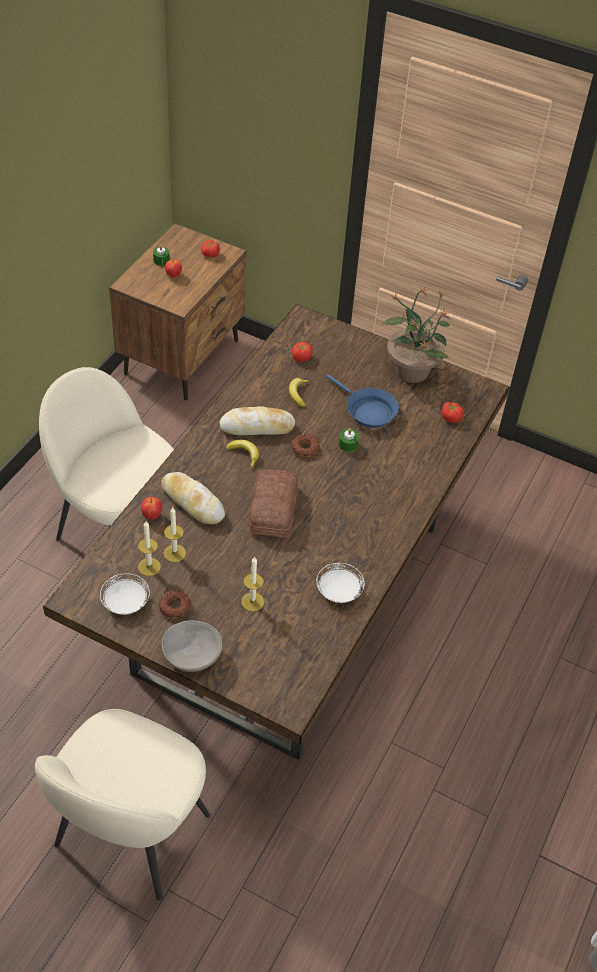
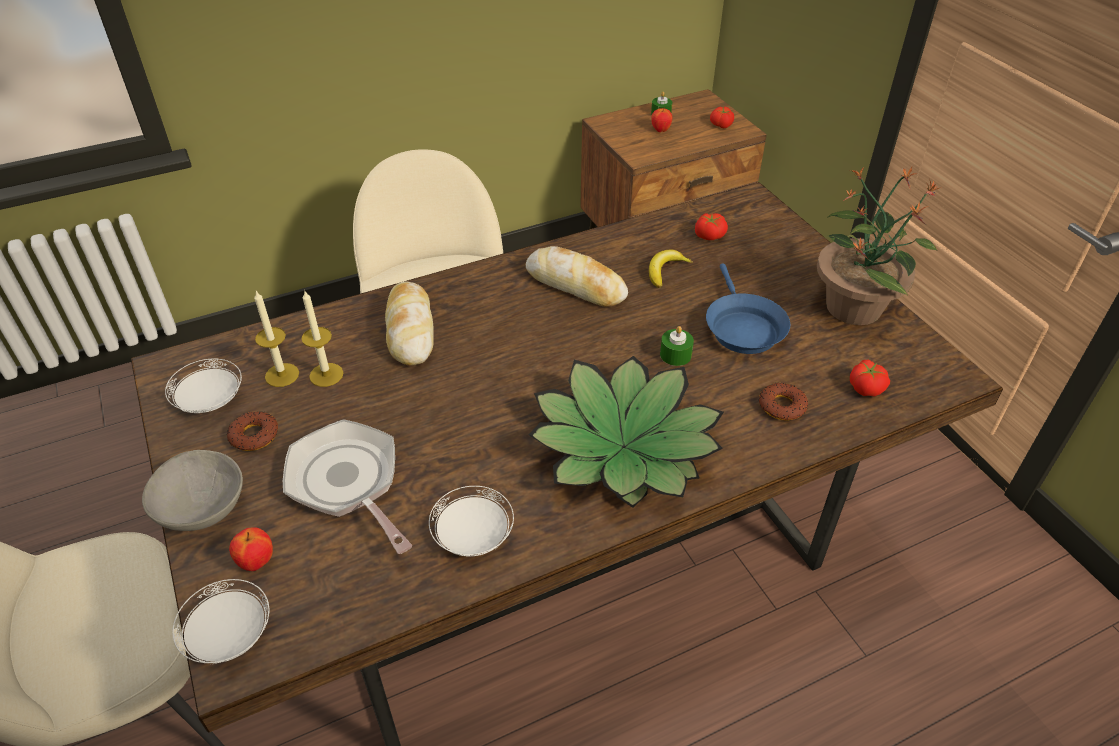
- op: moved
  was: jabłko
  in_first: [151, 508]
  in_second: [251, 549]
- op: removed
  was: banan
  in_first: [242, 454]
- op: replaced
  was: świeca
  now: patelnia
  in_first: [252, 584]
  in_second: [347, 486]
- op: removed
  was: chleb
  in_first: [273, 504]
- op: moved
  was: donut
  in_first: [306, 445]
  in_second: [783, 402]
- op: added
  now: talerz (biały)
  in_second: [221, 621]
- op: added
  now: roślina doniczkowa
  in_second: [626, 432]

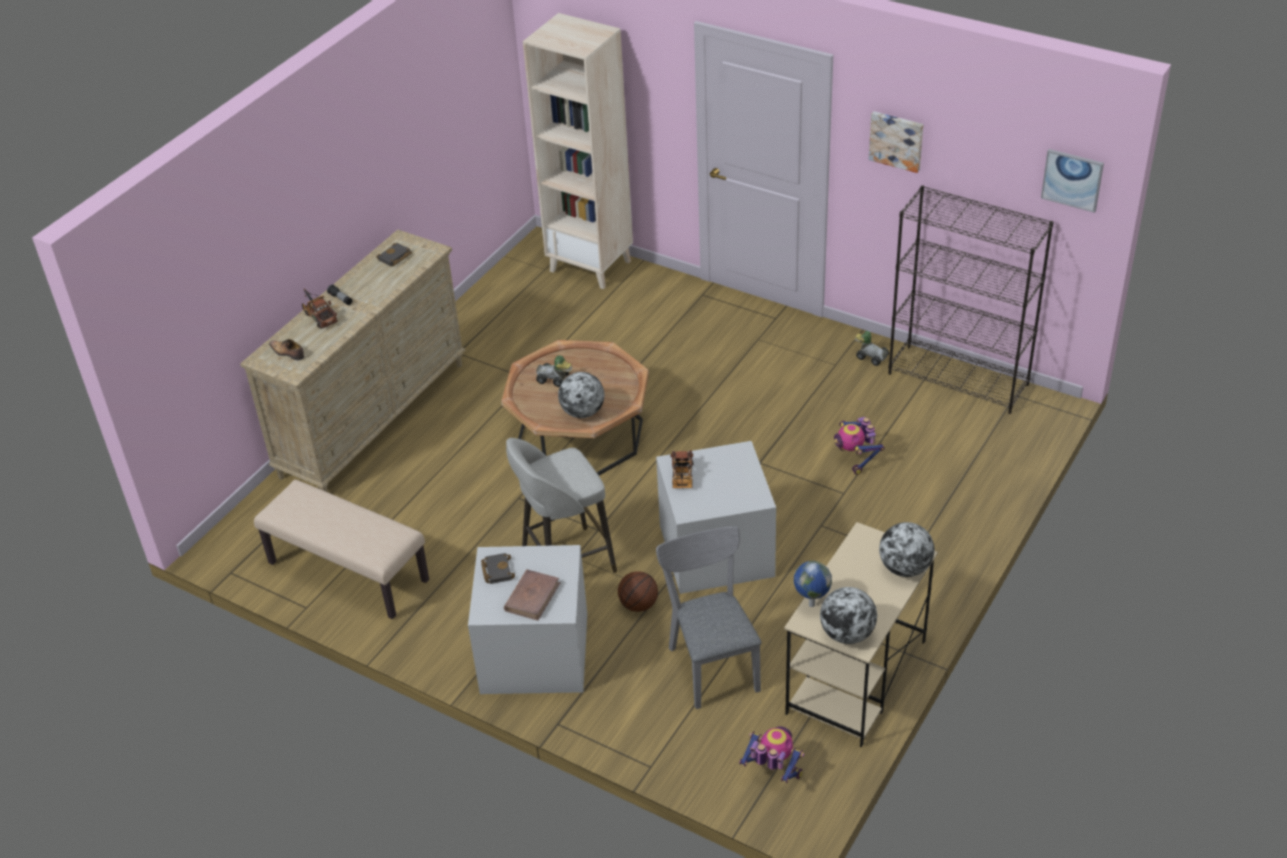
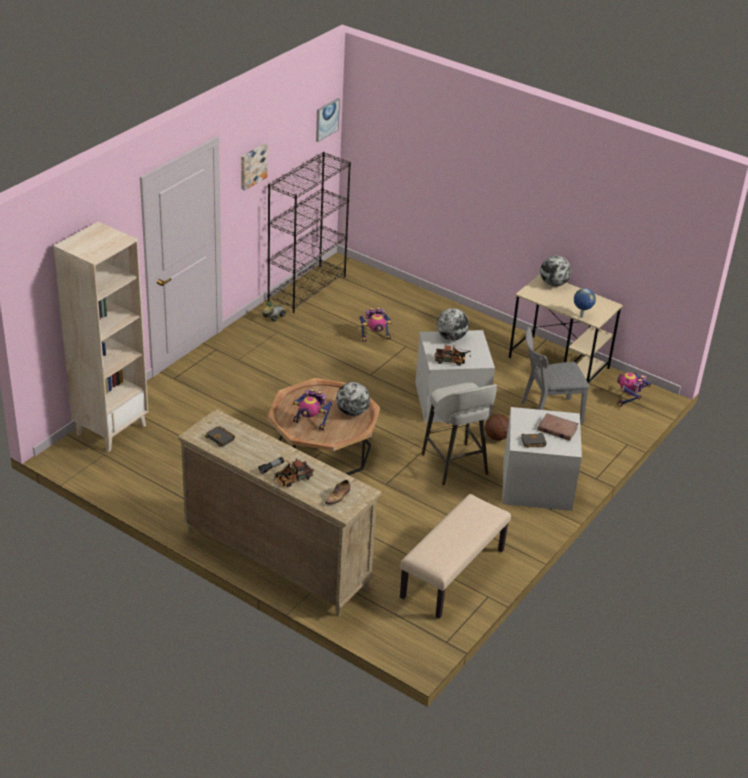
- op: replaced
  was: samochodzik
  now: robot zabawkowy
  in_first: [554, 371]
  in_second: [313, 410]
- op: moved
  was: globus
  in_first: [848, 615]
  in_second: [453, 324]

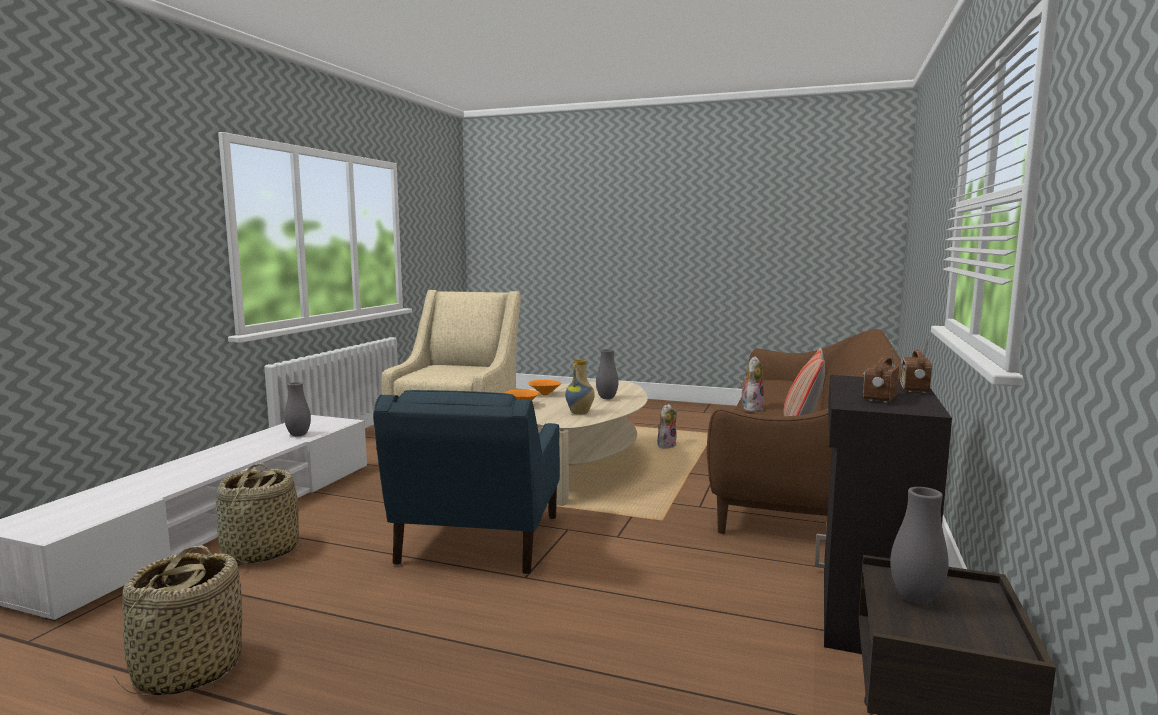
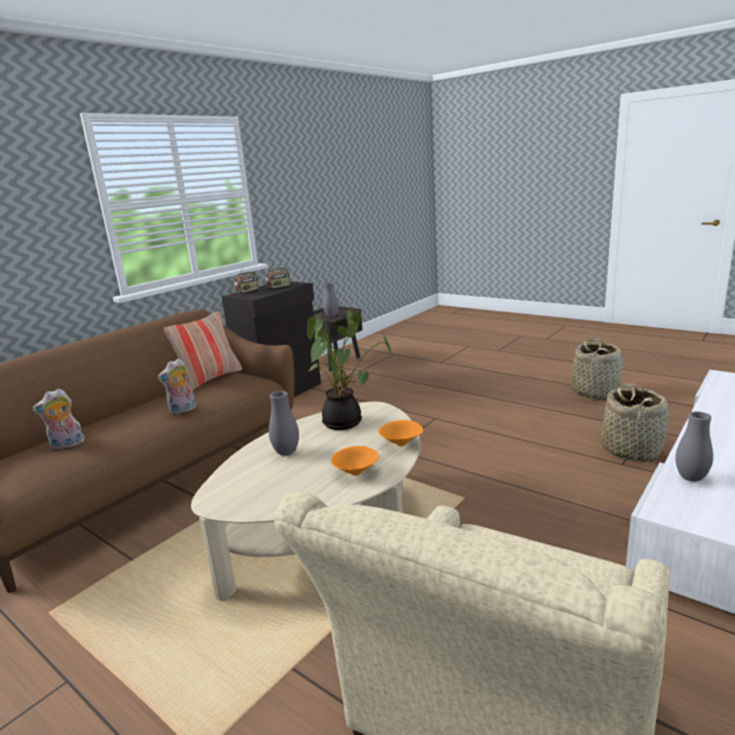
- op: removed
  was: fotel (niebieski)
  in_first: [466, 482]
- op: replaced
  was: wazon
  now: roślina doniczkowa
  in_first: [580, 387]
  in_second: [350, 370]
- op: moved
  was: pluszak
  in_first: [667, 426]
  in_second: [59, 419]

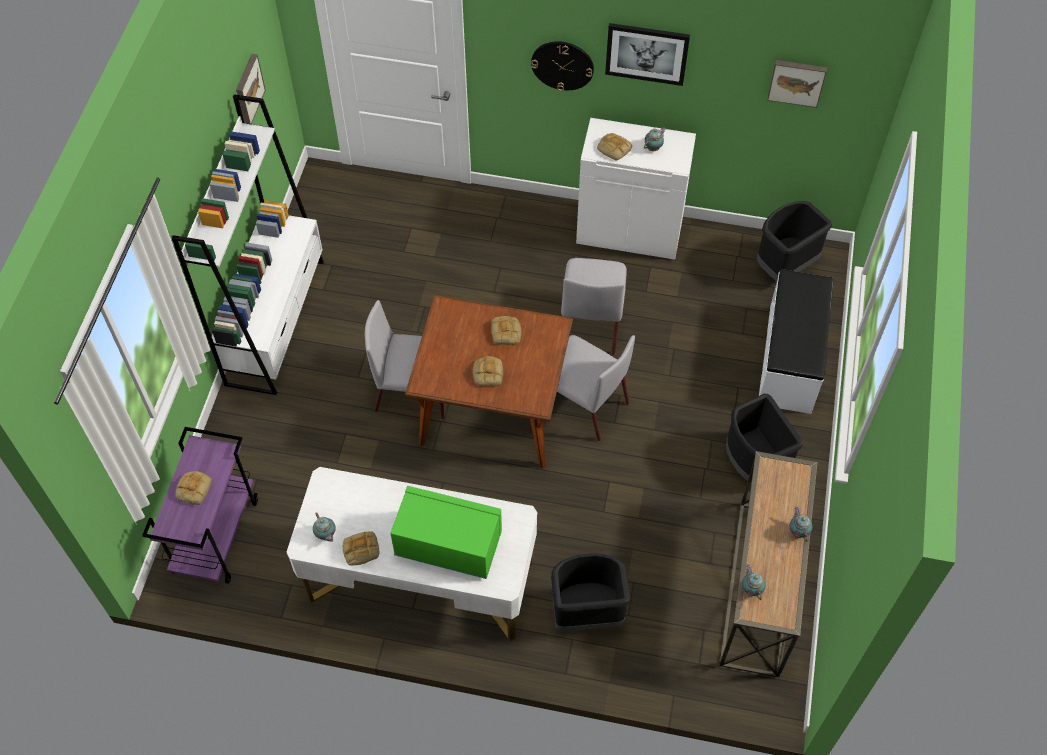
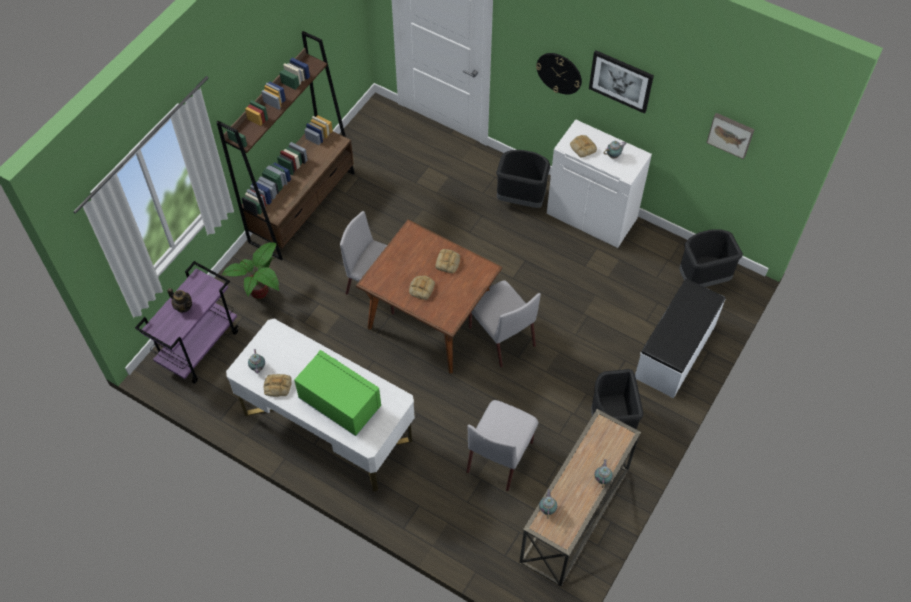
- op: recoloured
  was: regał (biały)
  now: regał (brązowy)
  in_first: [247, 245]
  in_second: [285, 145]
- op: replaced
  was: chleb
  now: imbryk
  in_first: [193, 488]
  in_second: [179, 300]
- op: removed
  was: obraz
  in_first: [251, 89]
- op: moved
  was: kosz na śmieci (czarny)
  in_first: [591, 592]
  in_second: [523, 179]
- op: moved
  was: krzesło (szary)
  in_first: [594, 306]
  in_second: [502, 445]
- op: added
  now: roślina doniczkowa
  in_second: [250, 270]

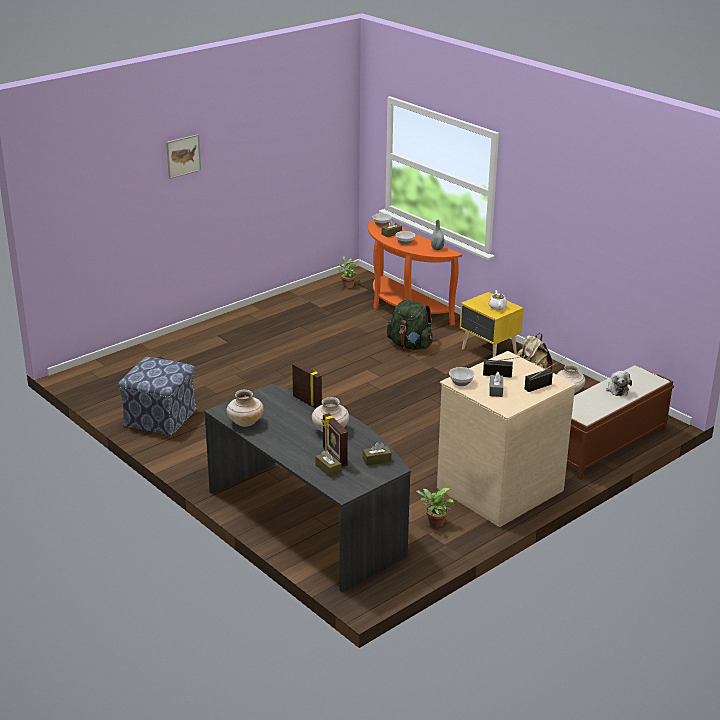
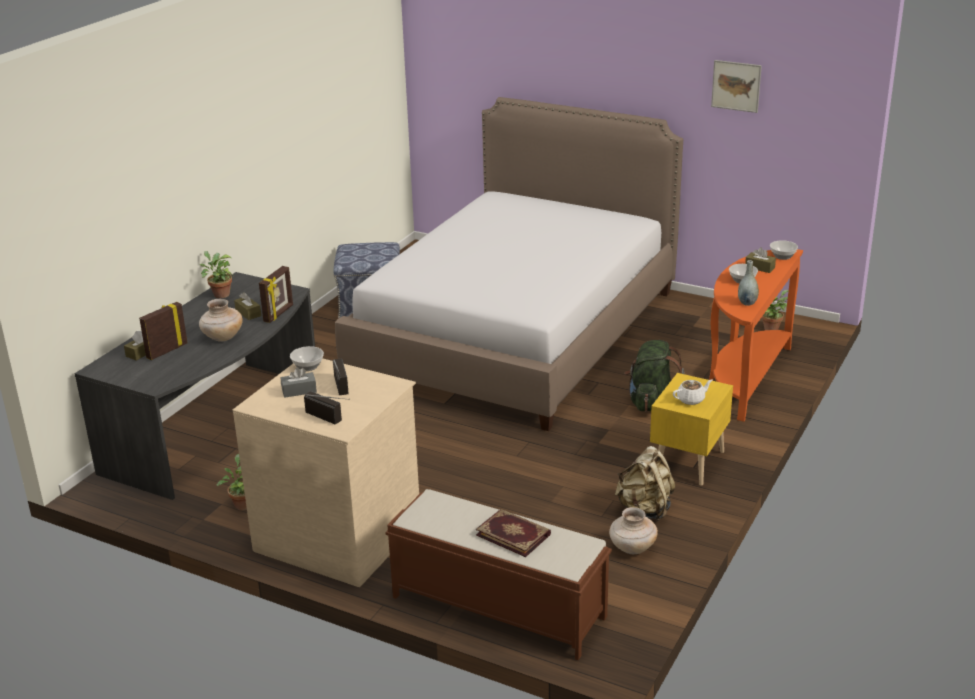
- op: moved
  was: obraz
  in_first: [183, 156]
  in_second: [736, 86]
- op: replaced
  was: wazon (beżowy)
  now: roślina doniczkowa
  in_first: [245, 408]
  in_second: [217, 274]
- op: moved
  was: pudełko chusteczek (brązowy)
  in_first: [377, 454]
  in_second: [247, 306]
- op: replaced
  was: pluszak
  now: książka
  in_first: [619, 383]
  in_second: [513, 533]
- op: added
  now: łóżko
  in_second: [509, 264]

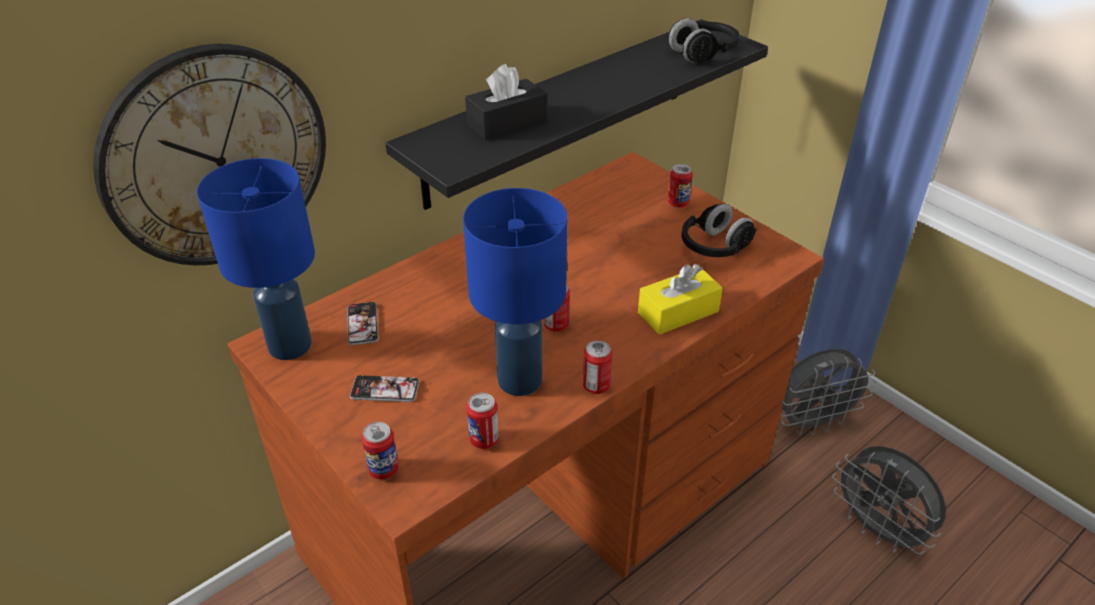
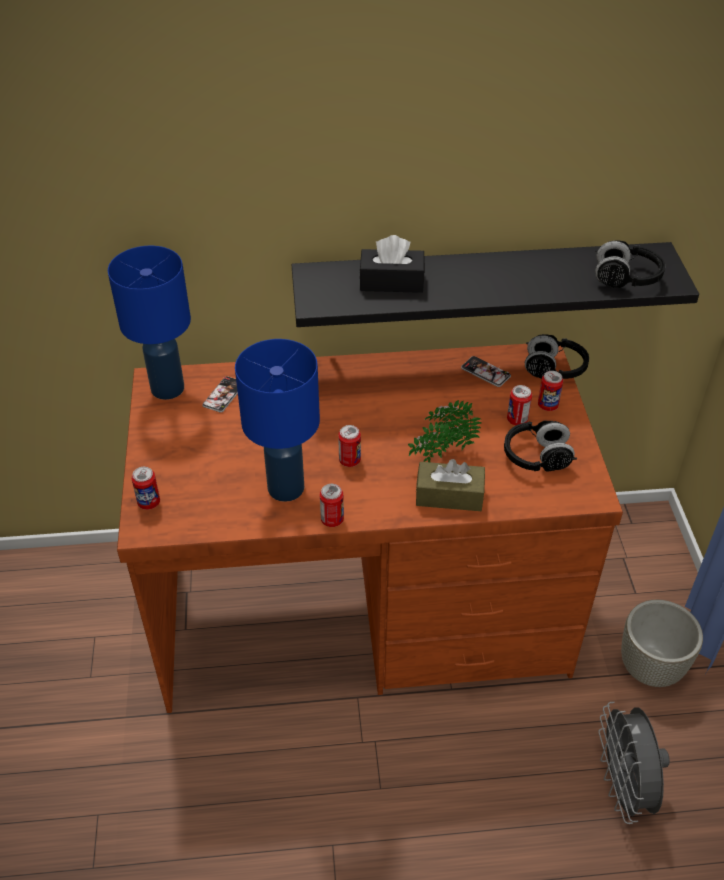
- op: removed
  was: zegar ścienny
  in_first: [209, 154]
- op: moved
  was: telefon
  in_first: [384, 388]
  in_second: [486, 371]
- op: moved
  was: puszka
  in_first: [483, 421]
  in_second: [519, 405]
- op: recoloured
  was: pudełko chusteczek (żółty)
  now: pudełko chusteczek (brązowy)
  in_first: [680, 299]
  in_second: [450, 485]
- op: replaced
  was: wentylator (szary)
  now: donica (szary)
  in_first: [828, 392]
  in_second: [662, 643]
- op: added
  now: roślina doniczkowa
  in_second: [444, 431]
- op: added
  now: słuchawki (czarny)
  in_second: [557, 356]

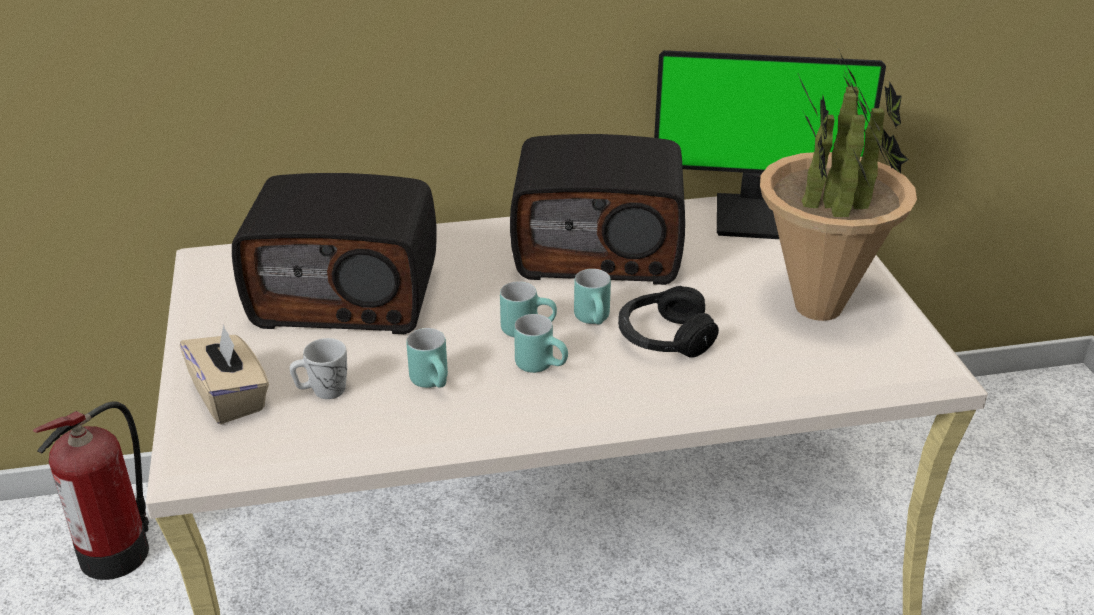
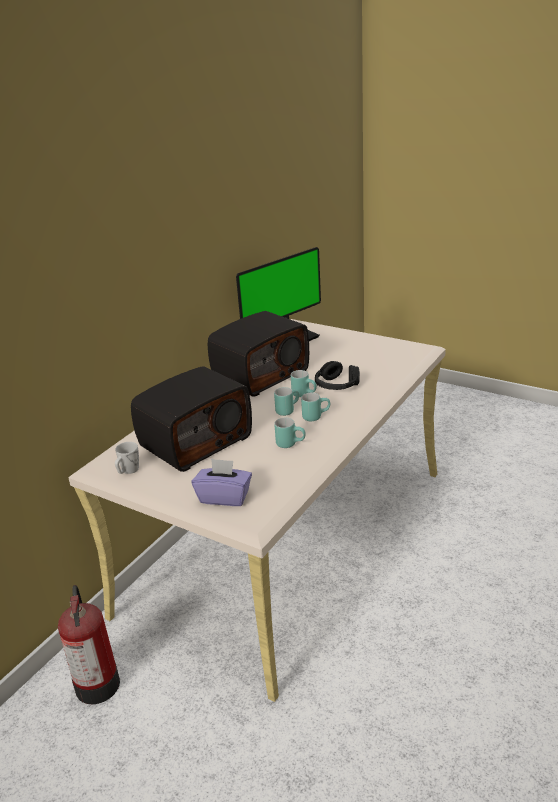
- op: recoloured
  was: pudełko chusteczek (beżowy)
  now: pudełko chusteczek (fioletowy)
  in_first: [224, 374]
  in_second: [222, 482]
- op: moved
  was: kubek (biały)
  in_first: [318, 368]
  in_second: [127, 458]
- op: removed
  was: roślina doniczkowa
  in_first: [838, 182]

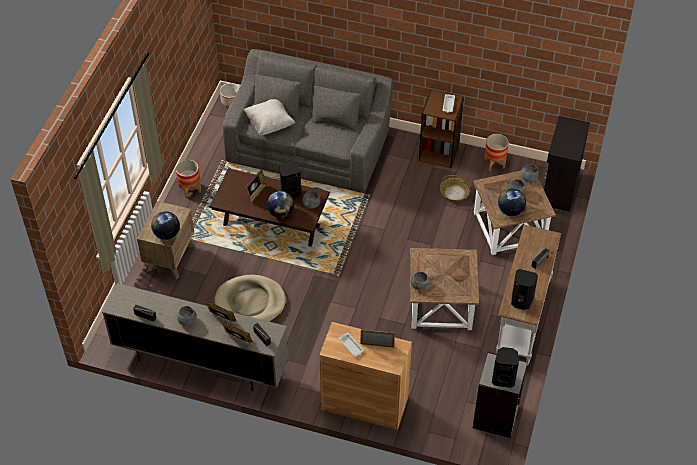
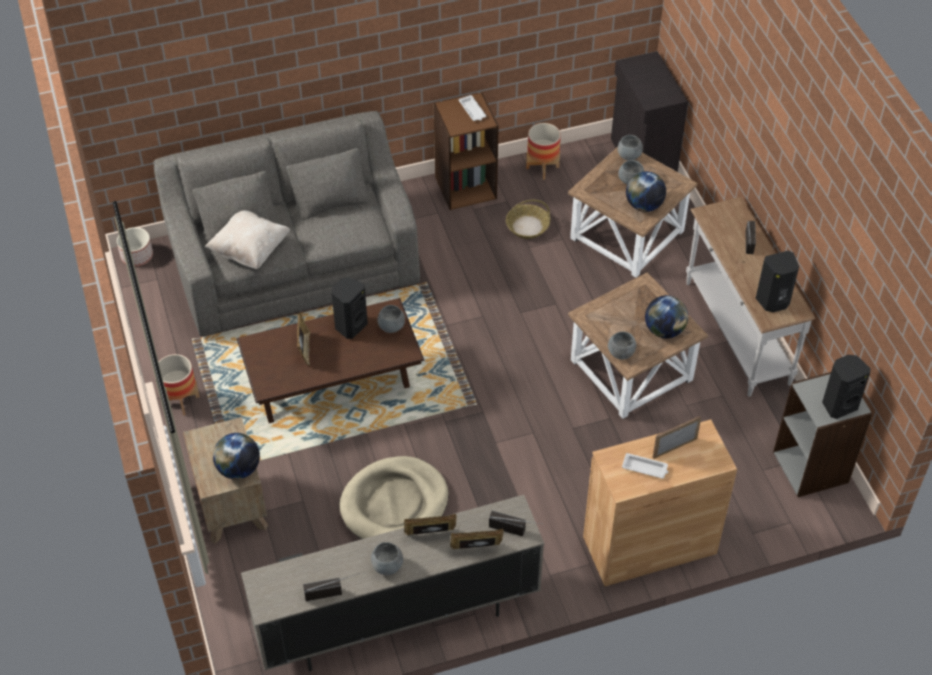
- op: moved
  was: globus
  in_first: [280, 204]
  in_second: [666, 316]

